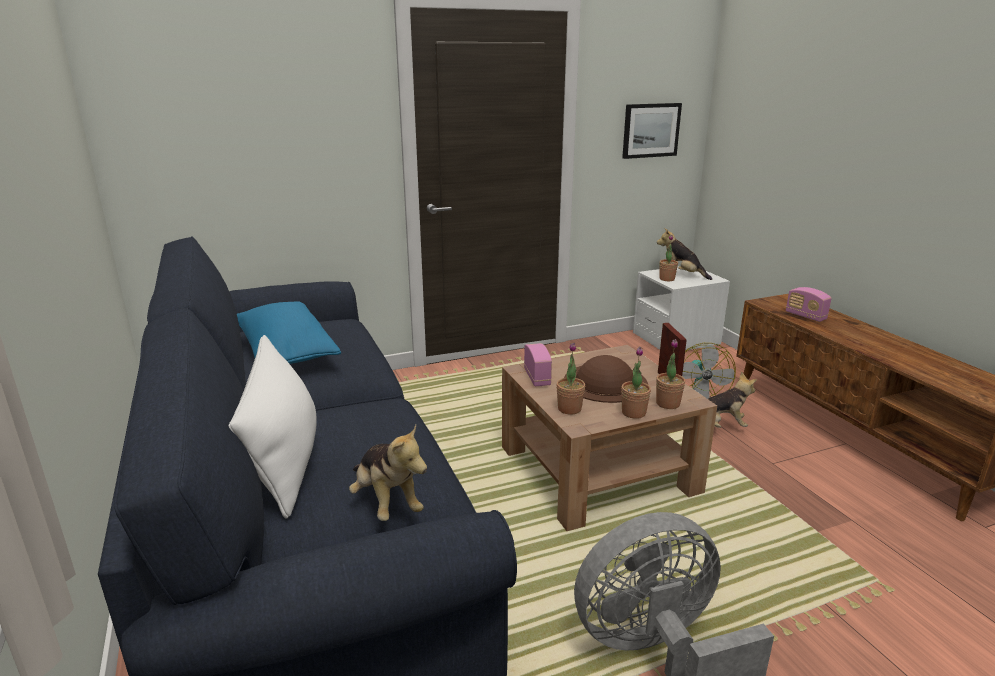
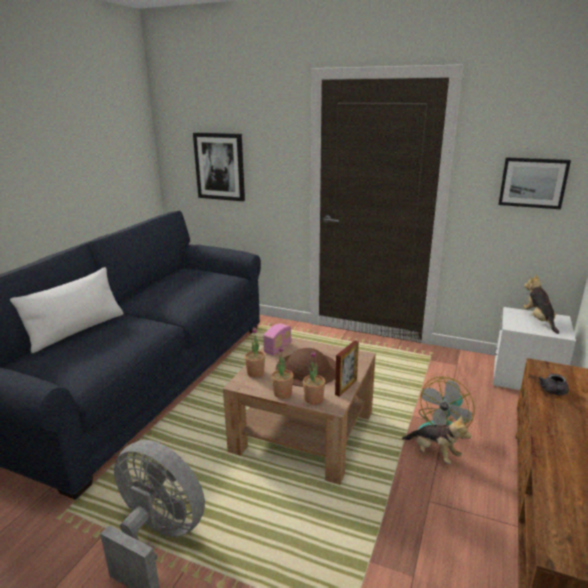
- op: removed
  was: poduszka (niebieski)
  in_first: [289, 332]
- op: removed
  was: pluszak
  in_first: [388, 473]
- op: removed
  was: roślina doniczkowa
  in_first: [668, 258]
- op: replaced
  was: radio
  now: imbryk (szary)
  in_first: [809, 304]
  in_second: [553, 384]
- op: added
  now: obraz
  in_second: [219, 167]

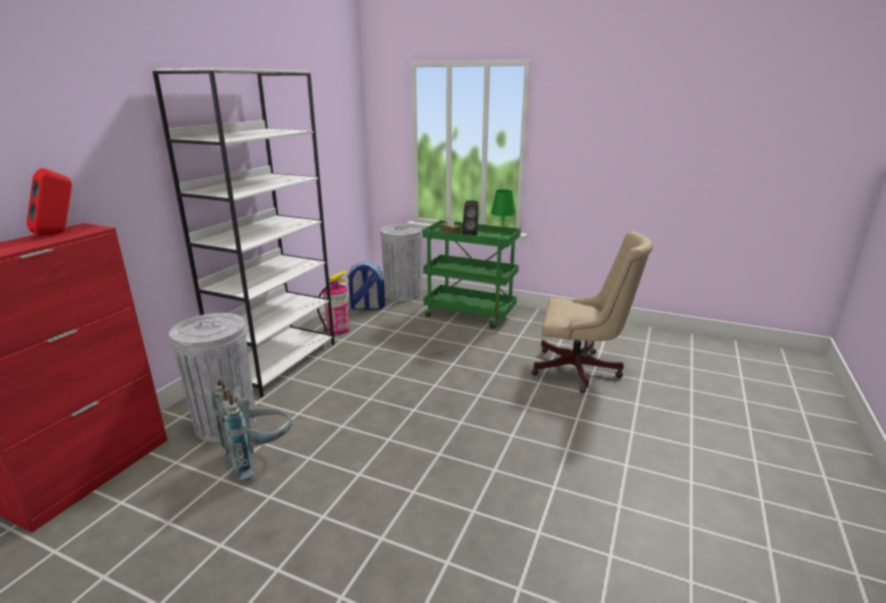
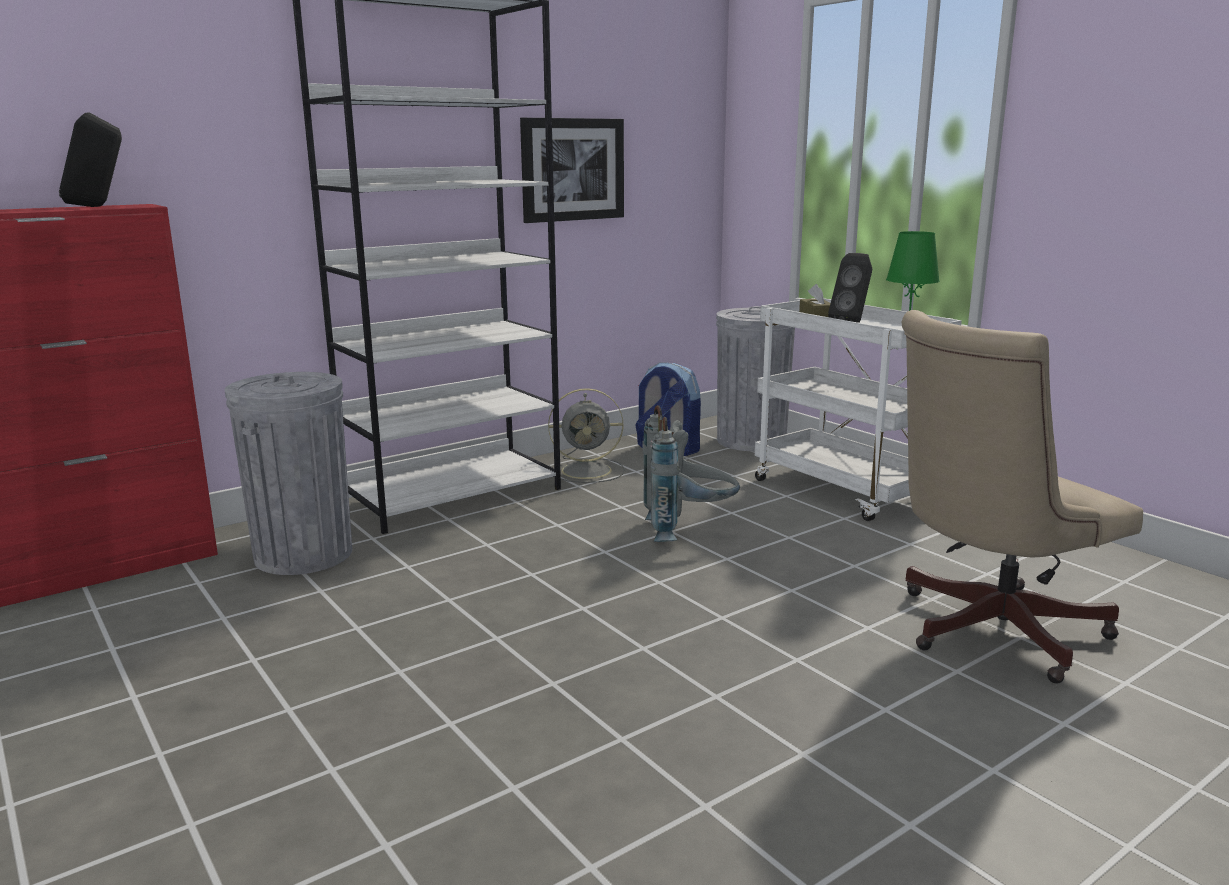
- op: recoloured
  was: głośnik (czerwony)
  now: głośnik (czarny)
  in_first: [49, 202]
  in_second: [90, 159]
- op: moved
  was: plecak (szary)
  in_first: [252, 430]
  in_second: [691, 473]
- op: replaced
  was: gaśnica
  now: wentylator (szary)
  in_first: [333, 303]
  in_second: [586, 435]
- op: recoloured
  was: wózek (zielony)
  now: wózek (biały)
  in_first: [472, 274]
  in_second: [858, 409]
- op: turned
  was: krzesło biurowe (beżowy)
  in_first: [592, 312]
  in_second: [1022, 497]
  clockwise: 105
- op: added
  now: obraz
  in_second: [572, 170]

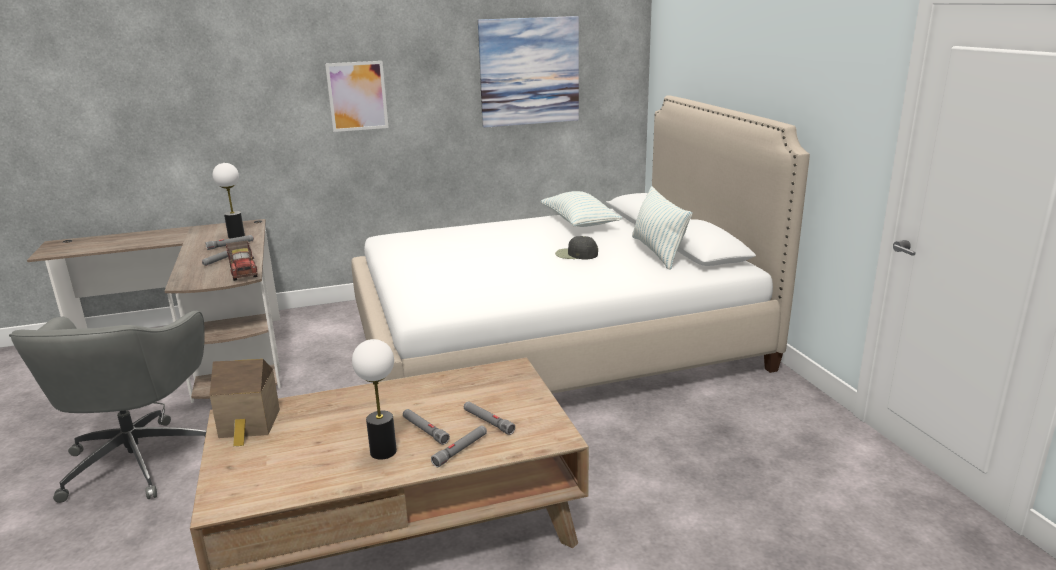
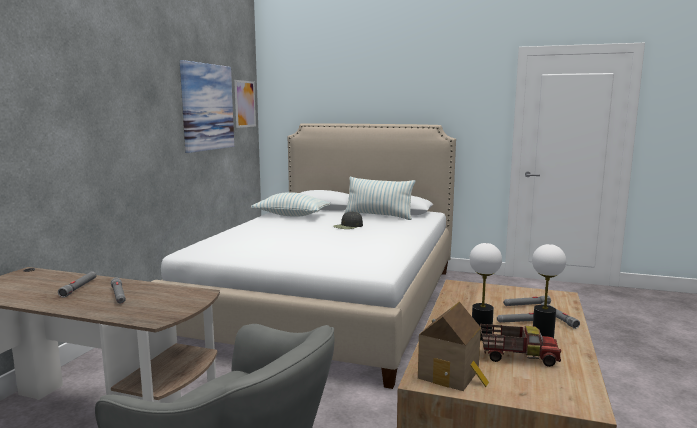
- op: moved
  was: lampa stołowa
  in_first: [229, 201]
  in_second: [485, 292]
- op: moved
  was: ciężarówka zabawkowa
  in_first: [241, 260]
  in_second: [520, 345]
- op: moved
  was: obraz
  in_first: [357, 96]
  in_second: [245, 104]

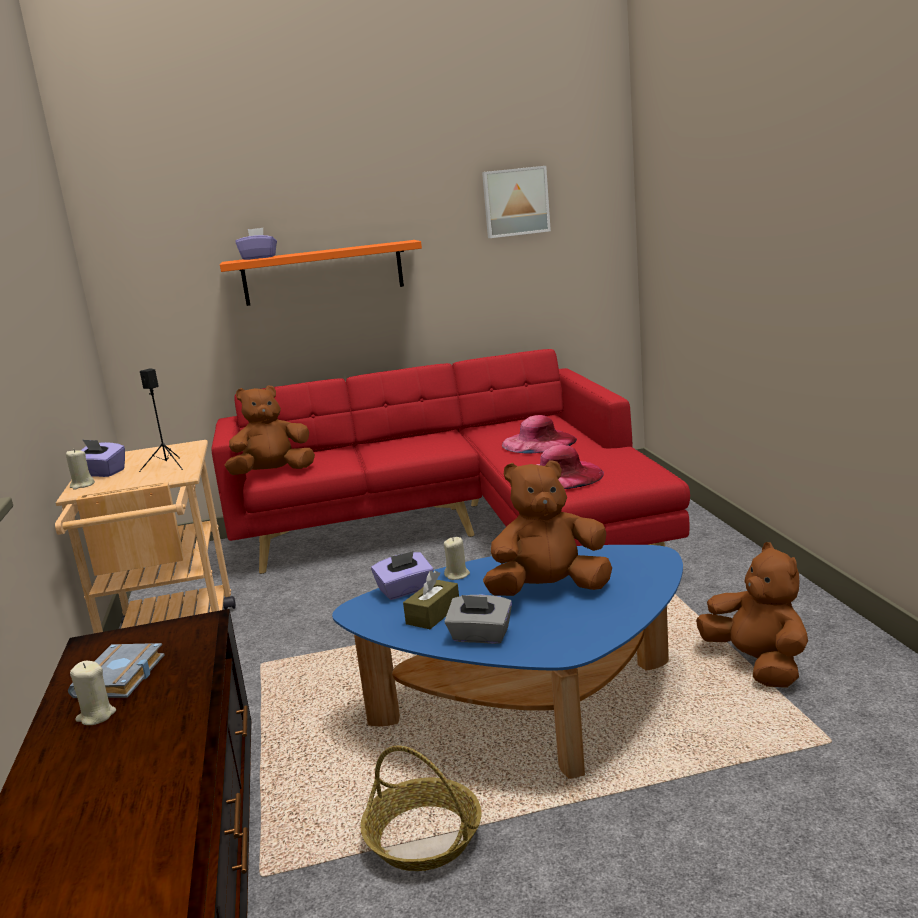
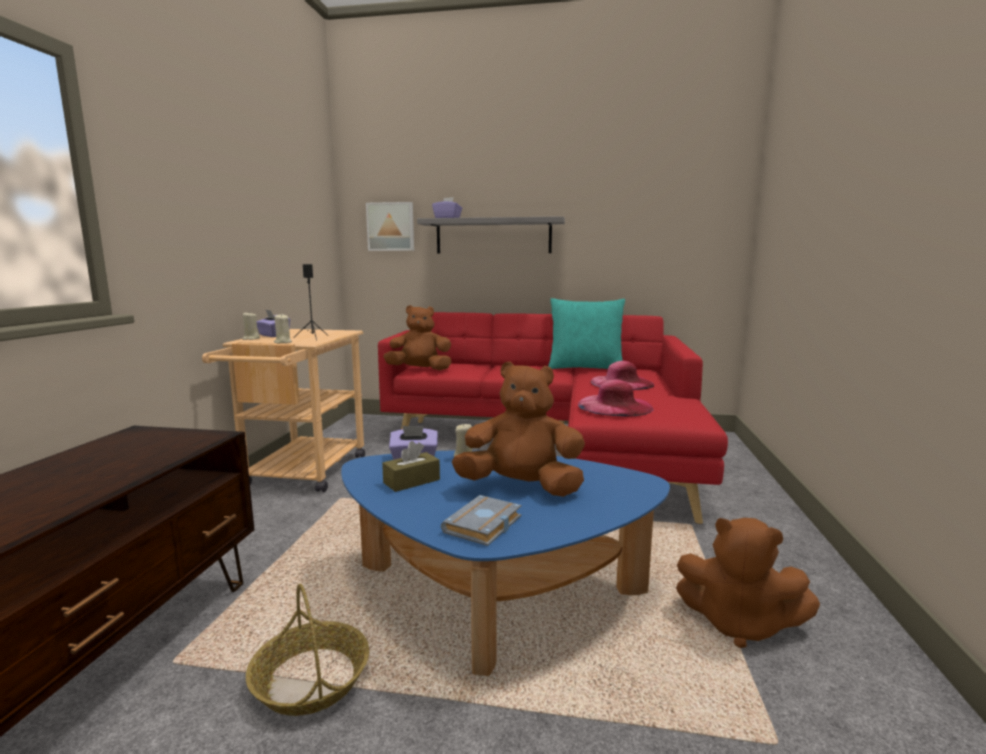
- op: moved
  was: książka (szary)
  in_first: [116, 670]
  in_second: [481, 520]
- op: moved
  was: świeca (beżowy)
  in_first: [93, 693]
  in_second: [283, 329]
- op: recoloured
  was: półka (pomarańczowy)
  now: półka (szary)
  in_first: [321, 273]
  in_second: [491, 234]
- op: removed
  was: pudełko chusteczek (szary)
  in_first: [478, 619]
- op: moved
  was: obraz
  in_first: [516, 202]
  in_second: [390, 226]
- op: turned
  was: pluszak (brązowy)
  in_first: [752, 615]
  in_second: [748, 583]
  clockwise: 120
- op: added
  now: poduszka (turkusowy)
  in_second: [586, 333]

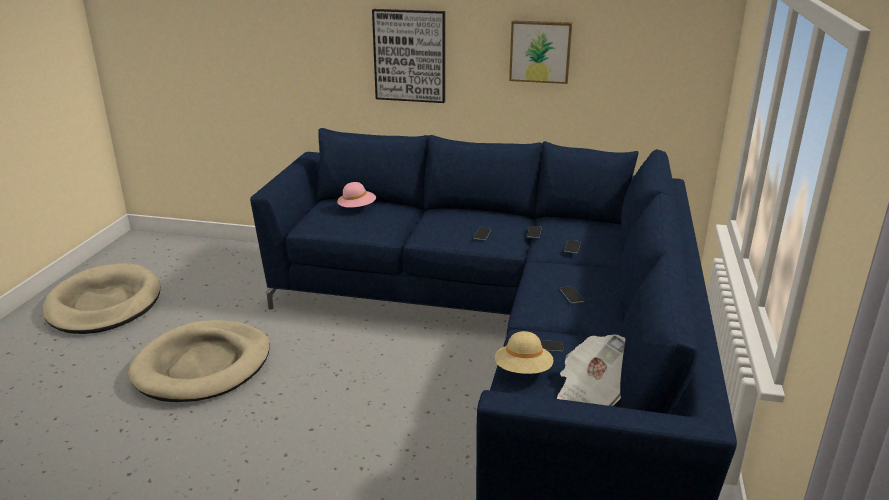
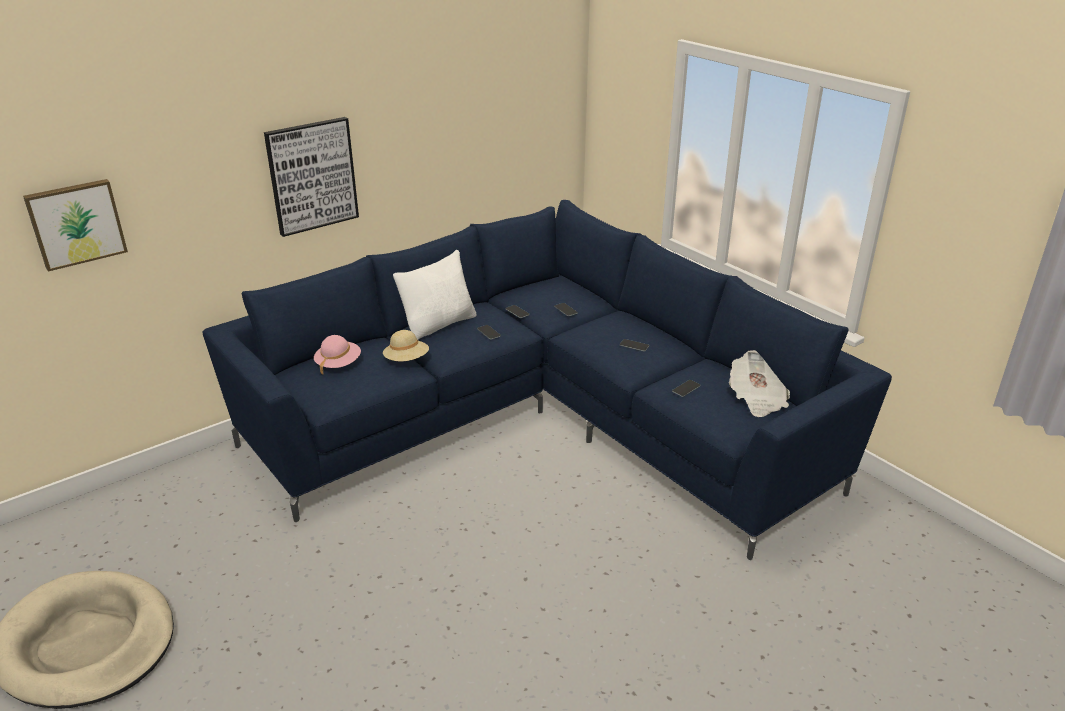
- op: removed
  was: legowisko (beżowy)
  in_first: [199, 361]
- op: moved
  was: kapelusz (beżowy)
  in_first: [524, 352]
  in_second: [406, 345]
- op: moved
  was: obraz
  in_first: [540, 52]
  in_second: [75, 225]
- op: added
  now: poduszka (biały)
  in_second: [435, 295]

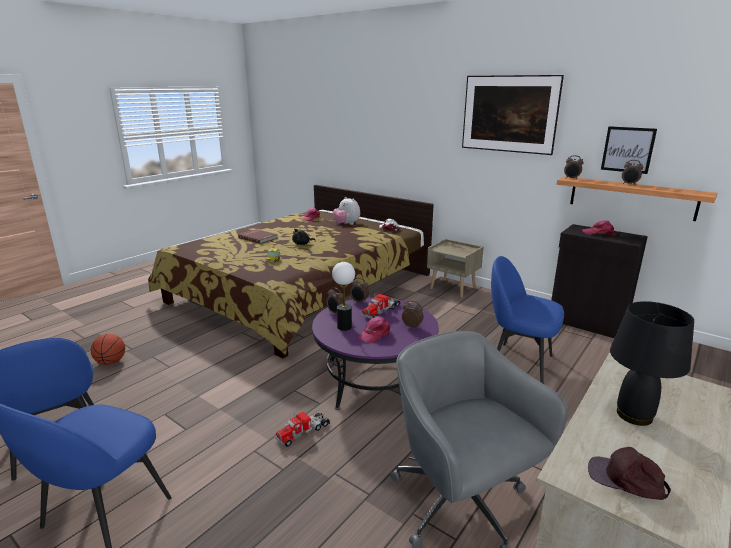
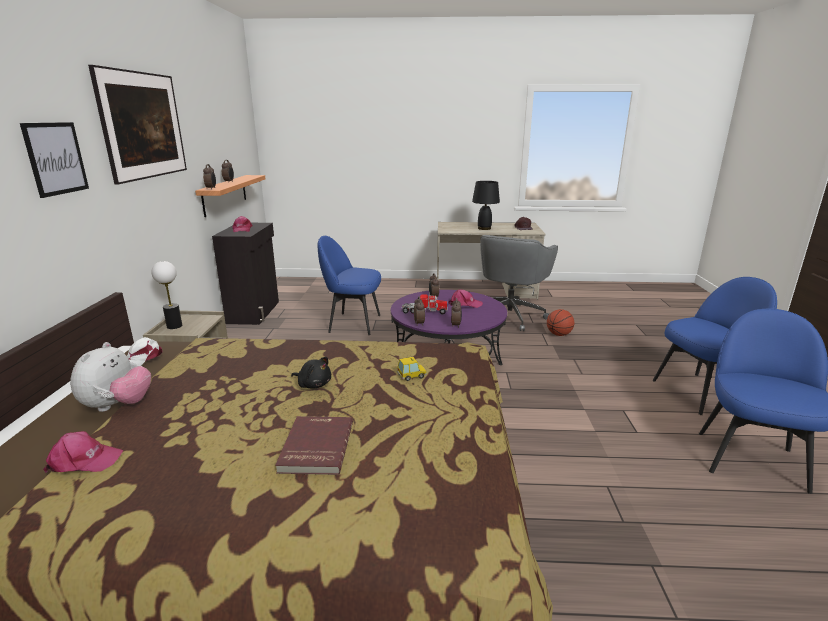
- op: moved
  was: piłka do koszykówki
  in_first: [107, 349]
  in_second: [560, 322]
- op: removed
  was: ciężarówka zabawkowa
  in_first: [302, 429]
- op: moved
  was: lampa stołowa
  in_first: [343, 296]
  in_second: [166, 295]
- op: turned
  was: krzesło (niebieski)
  in_first: [527, 319]
  in_second: [349, 285]
  clockwise: 105
- op: moved
  was: obraz
  in_first: [629, 150]
  in_second: [54, 160]

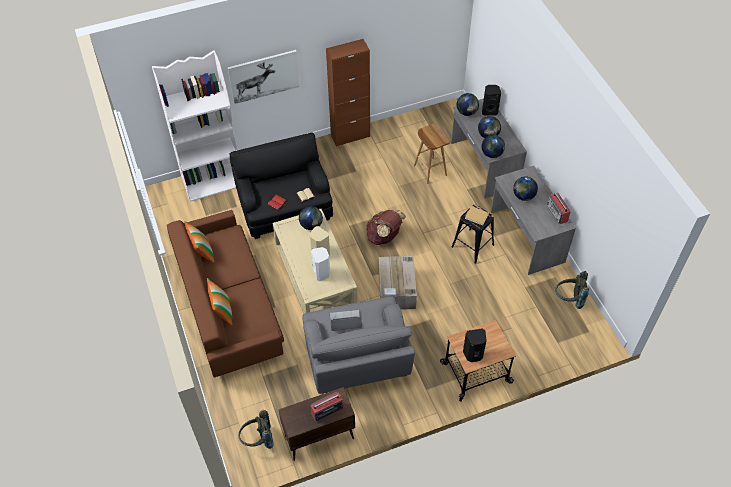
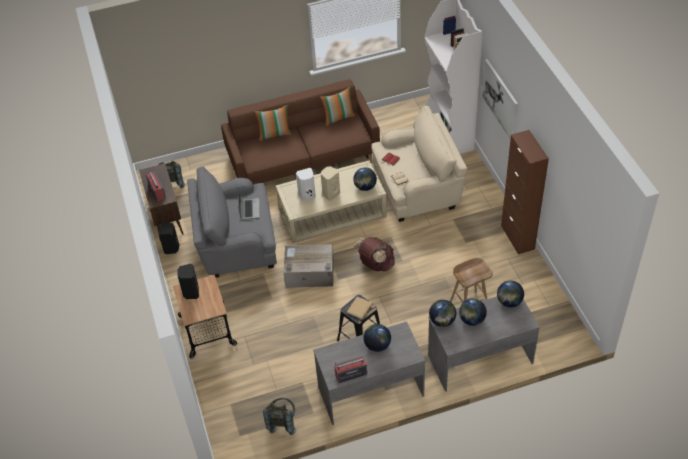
- op: recoloured
  was: fotel (czarny)
  now: fotel (beżowy)
  in_first: [281, 186]
  in_second: [419, 164]
- op: moved
  was: głośnik (czarny)
  in_first: [491, 100]
  in_second: [169, 238]

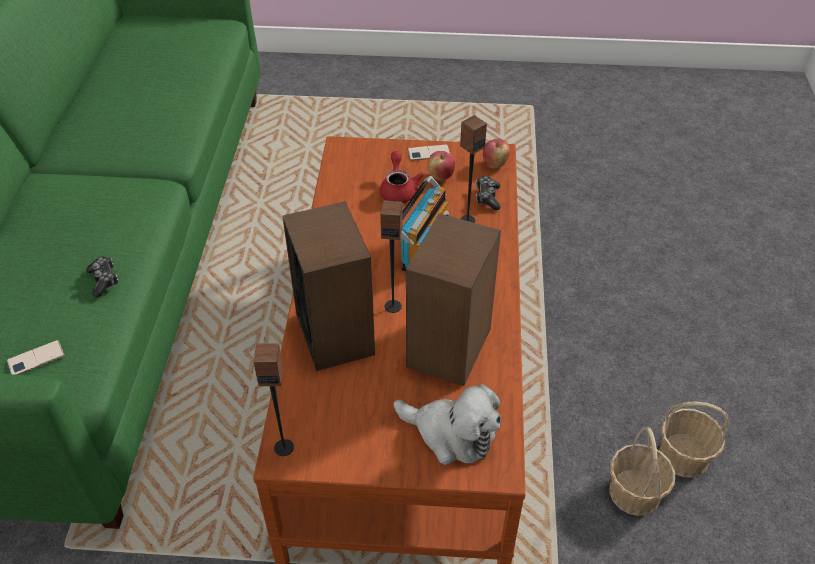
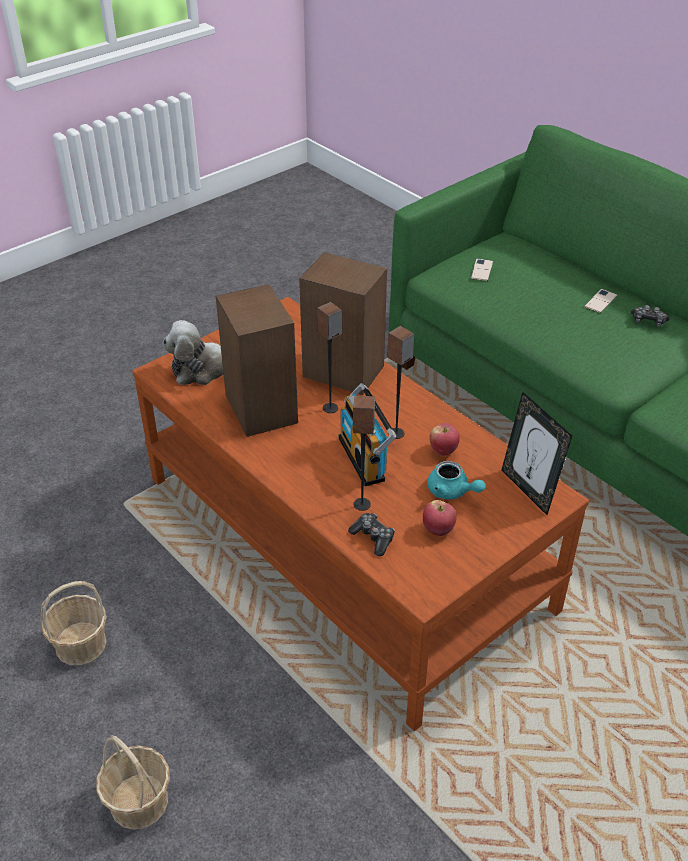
- op: moved
  was: pad do gier
  in_first: [102, 276]
  in_second: [650, 316]
- op: moved
  was: głośnik
  in_first: [274, 399]
  in_second: [400, 382]
- op: recoloured
  was: imbryk (czerwony)
  now: imbryk (turkusowy)
  in_first: [402, 177]
  in_second: [456, 480]
- op: moved
  was: telefon
  in_first: [429, 152]
  in_second: [600, 301]
- op: moved
  was: jabłko
  in_first: [496, 154]
  in_second: [444, 439]
- op: moved
  was: koszyk
  in_first: [642, 471]
  in_second: [133, 782]
- op: added
  now: ramka na zdjęcie
  in_second: [537, 453]

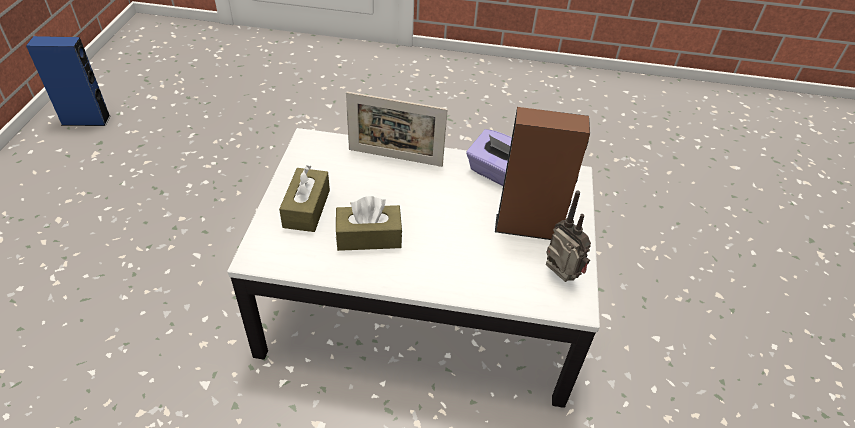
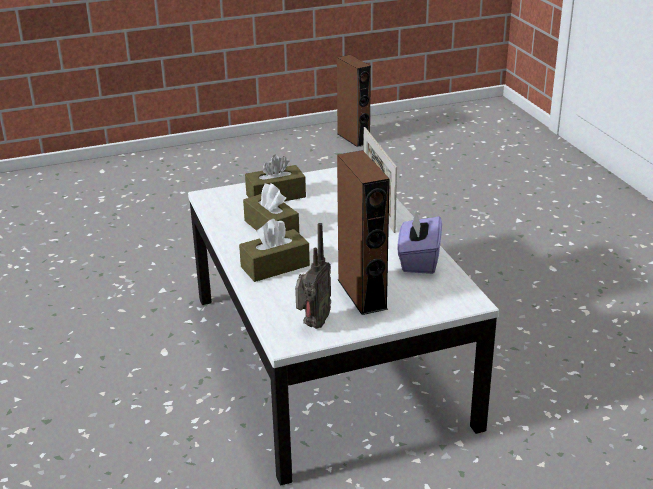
- op: recoloured
  was: głośnik (niebieski)
  now: głośnik (brązowy)
  in_first: [68, 81]
  in_second: [354, 101]
- op: added
  now: pudełko chusteczek (brązowy)
  in_second: [274, 250]

